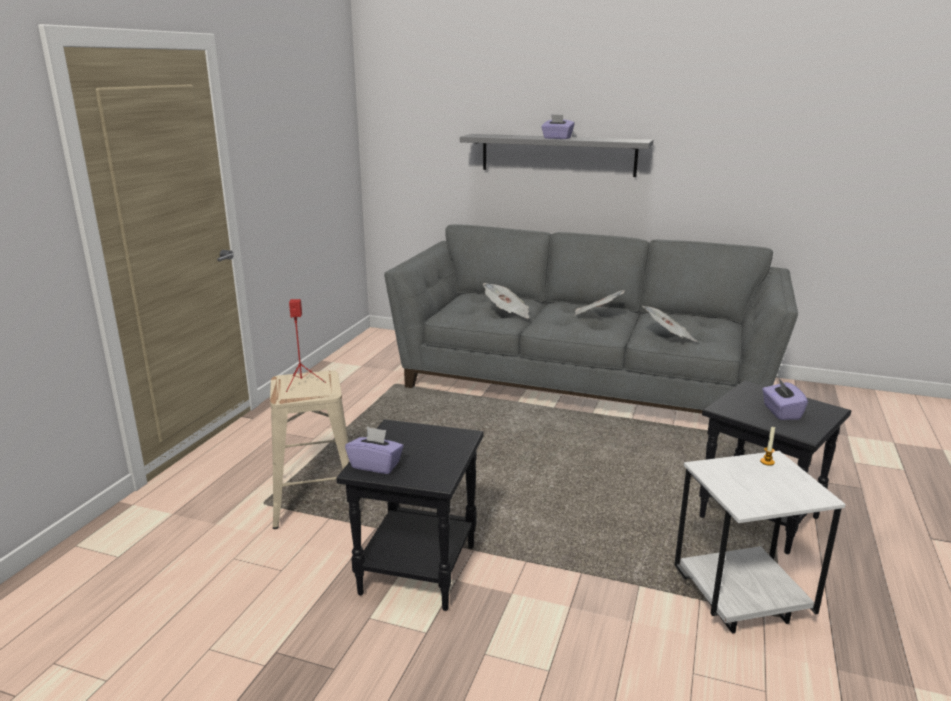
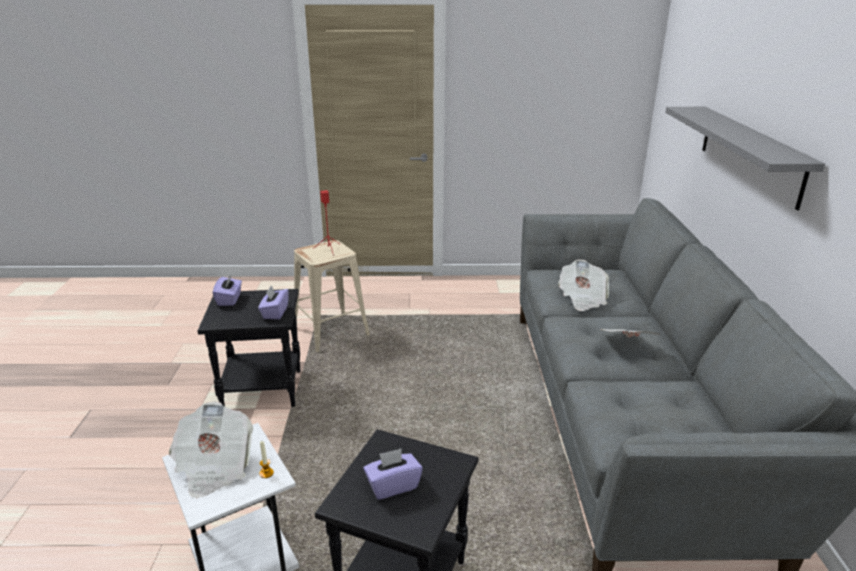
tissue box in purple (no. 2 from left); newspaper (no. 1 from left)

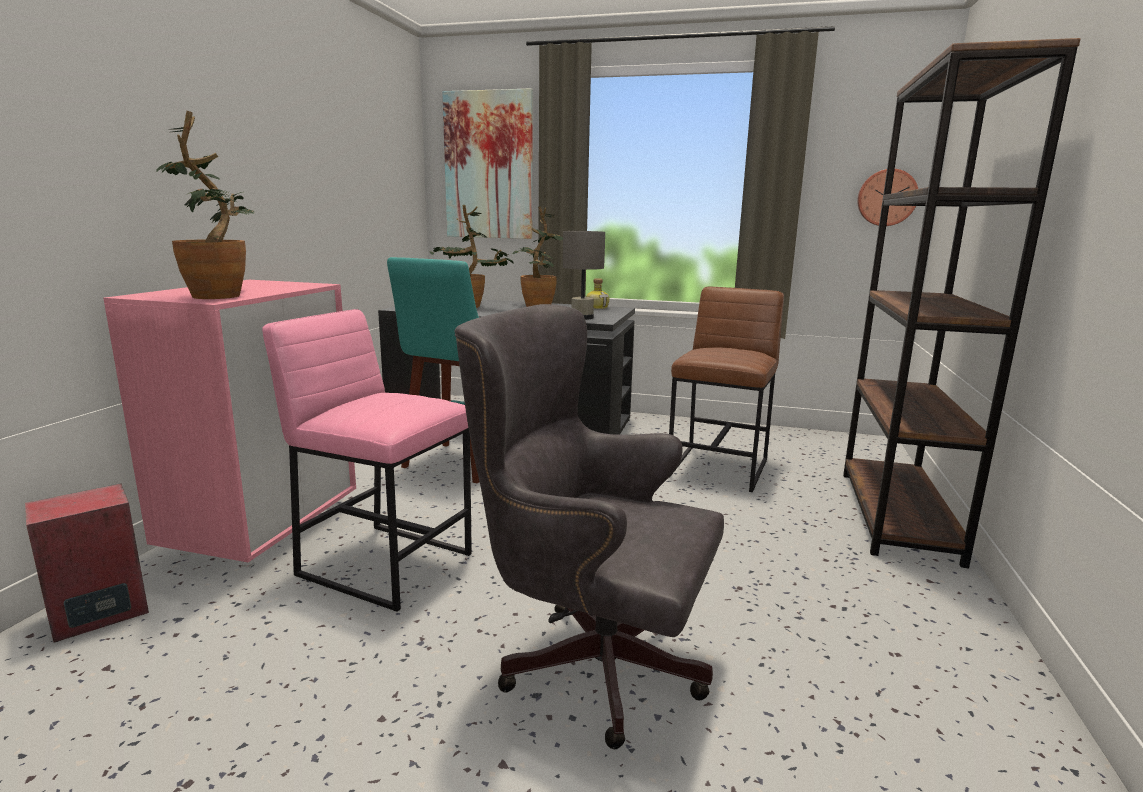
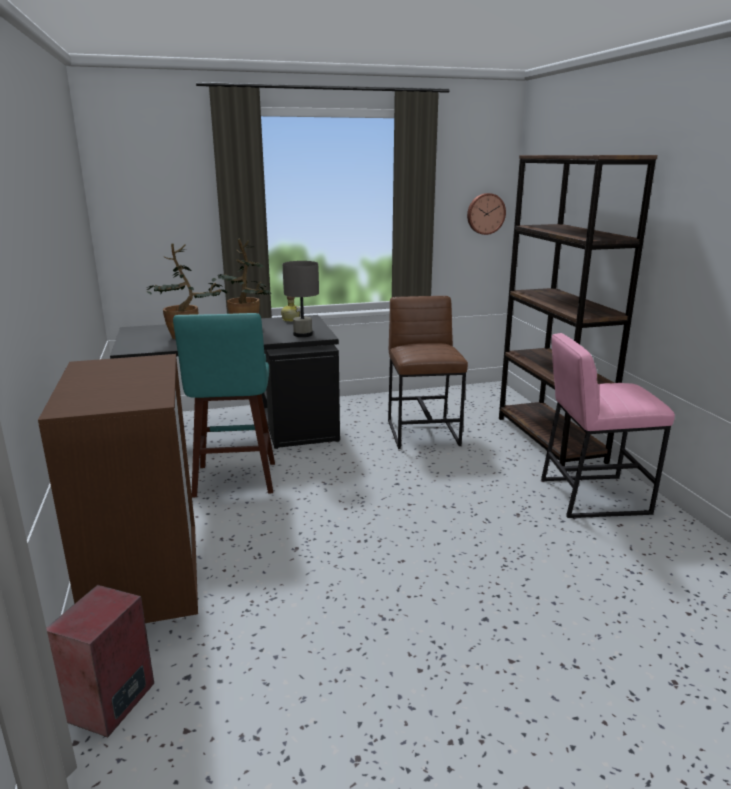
cabinet in brown; potted plant (no. 1 from left in the first image); chair in pink; picture; office chair in grey

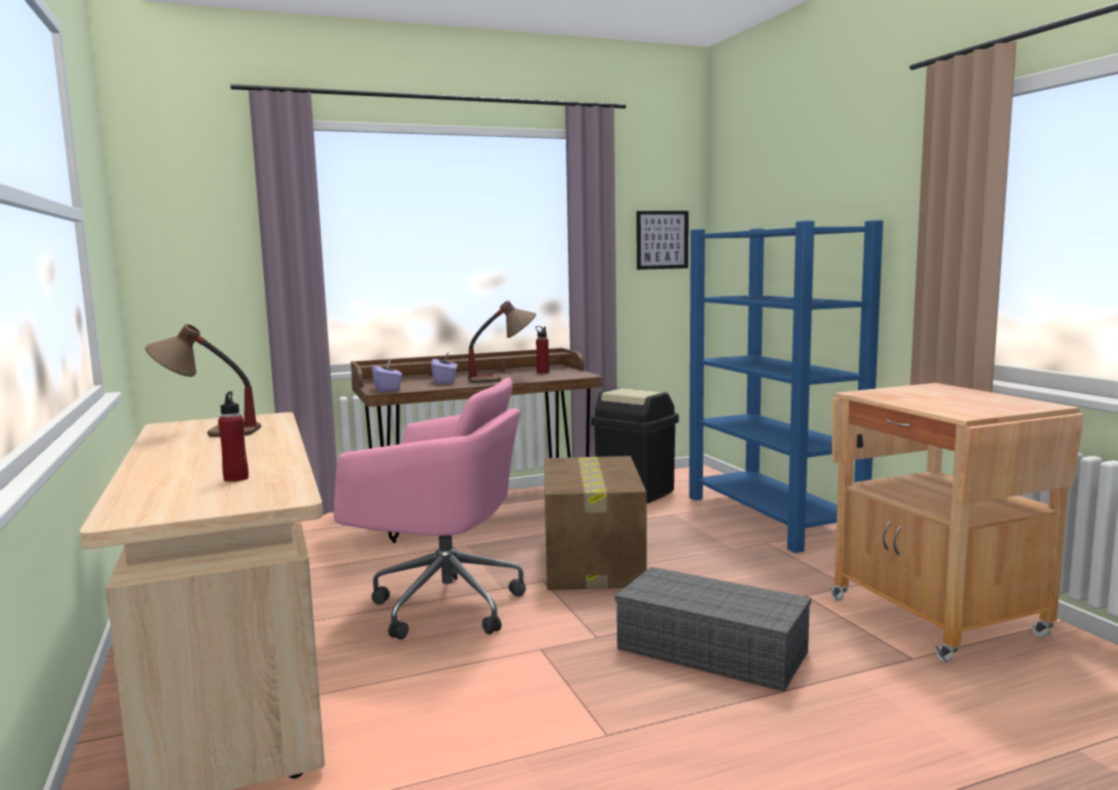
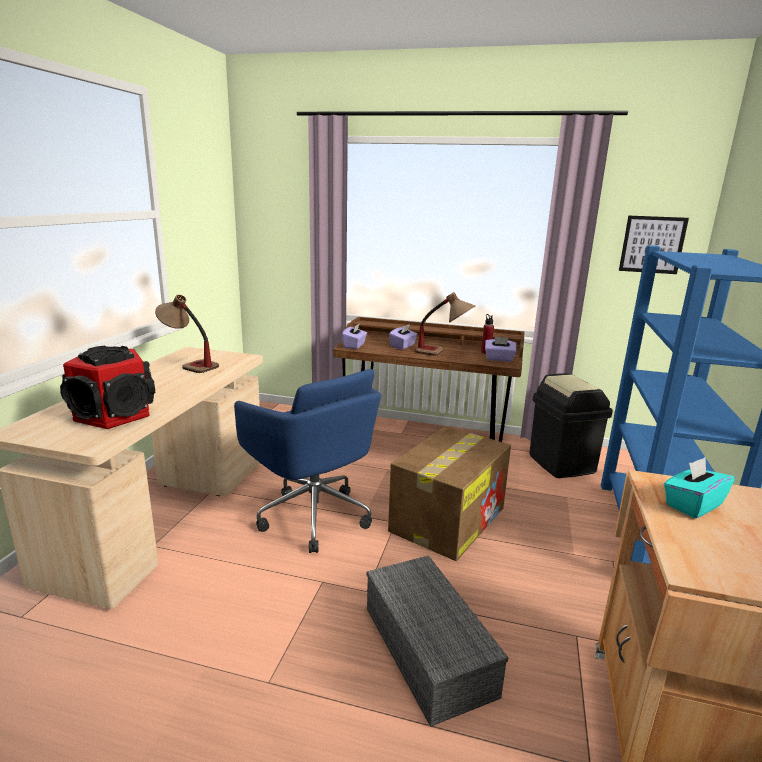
speaker; office chair in blue; tissue box in purple (no. 3 from left); tissue box in turquoise

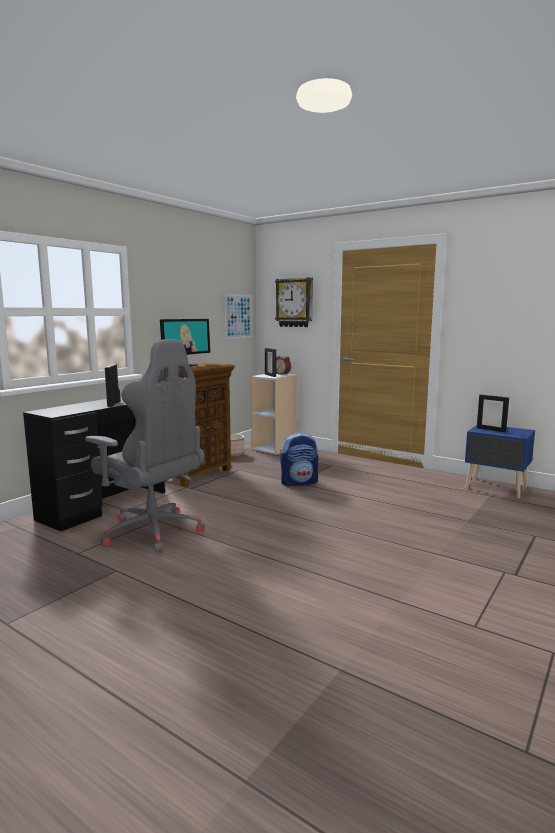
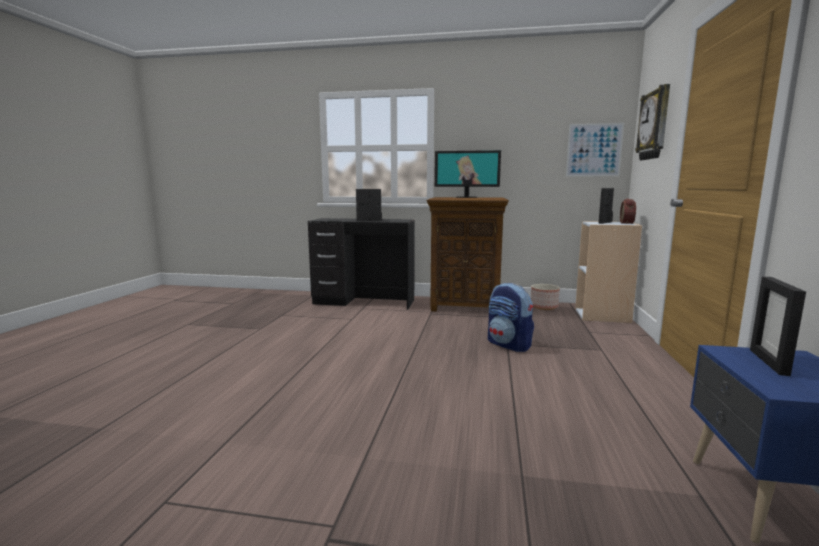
office chair in grey

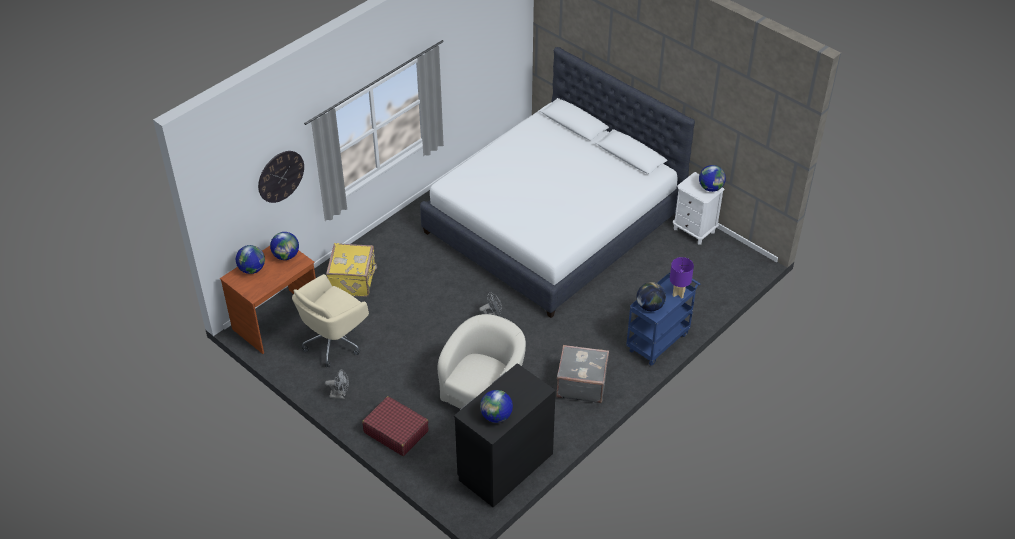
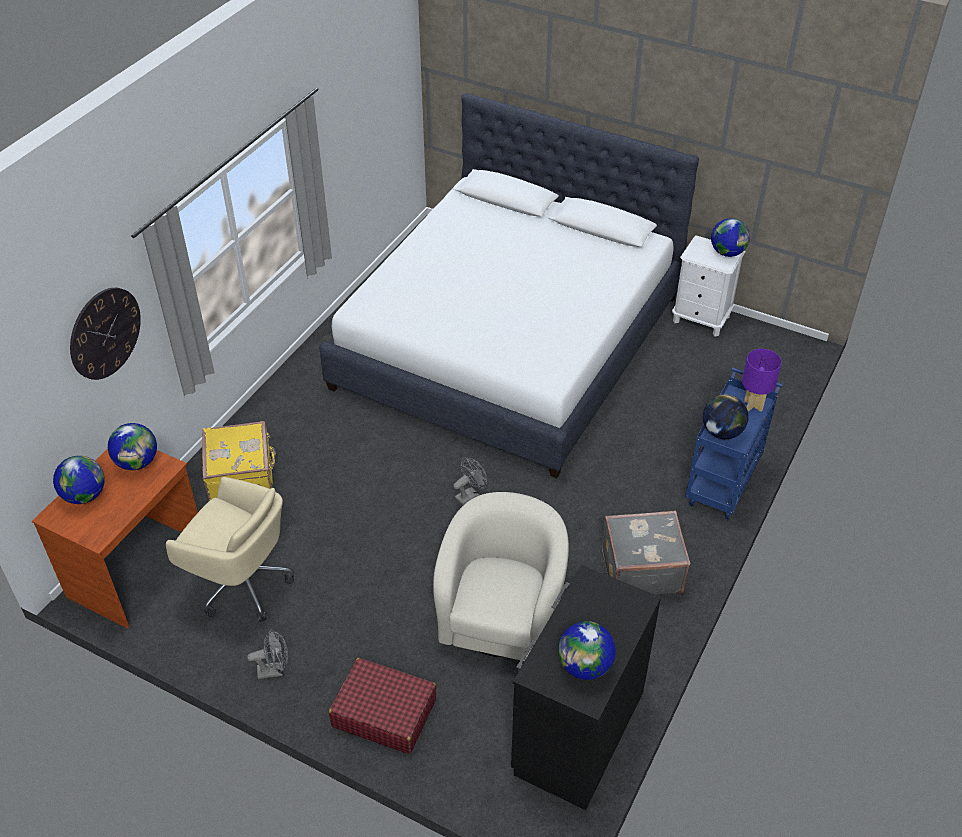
office chair in beige

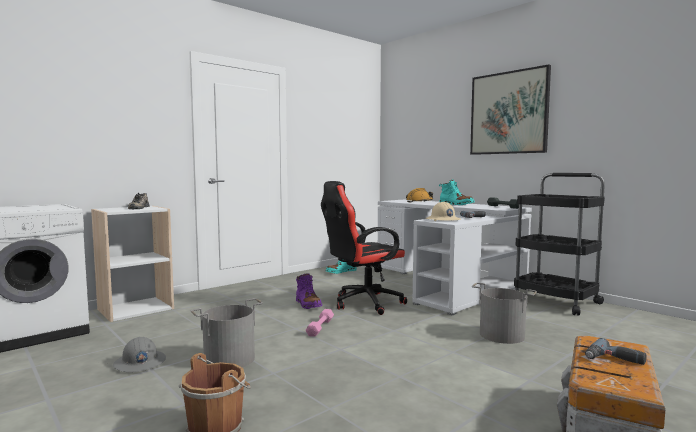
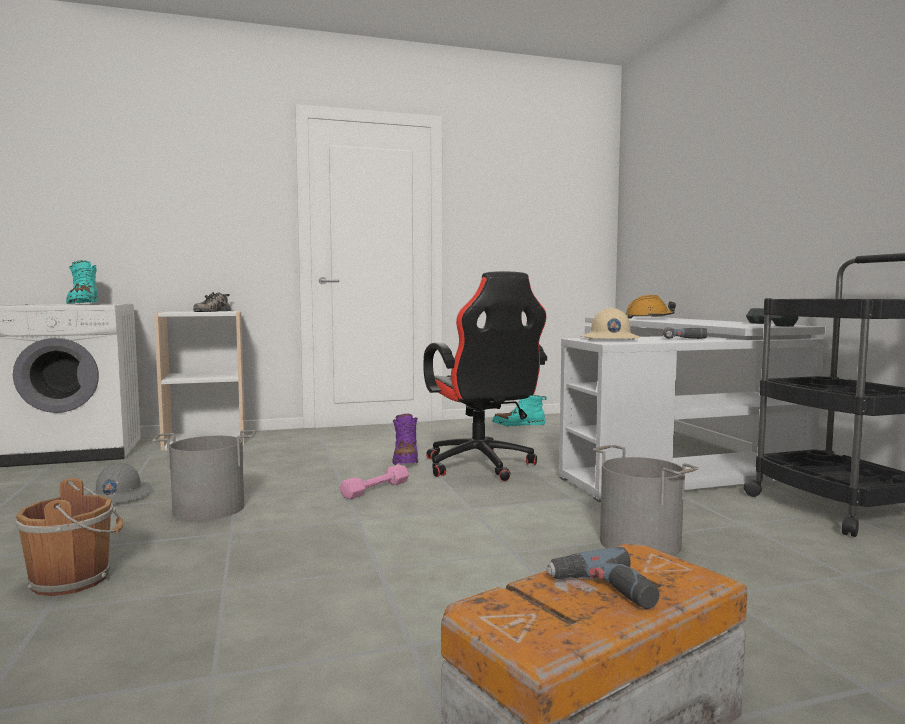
office chair in black; boot in turquoise (no. 1 from left); picture

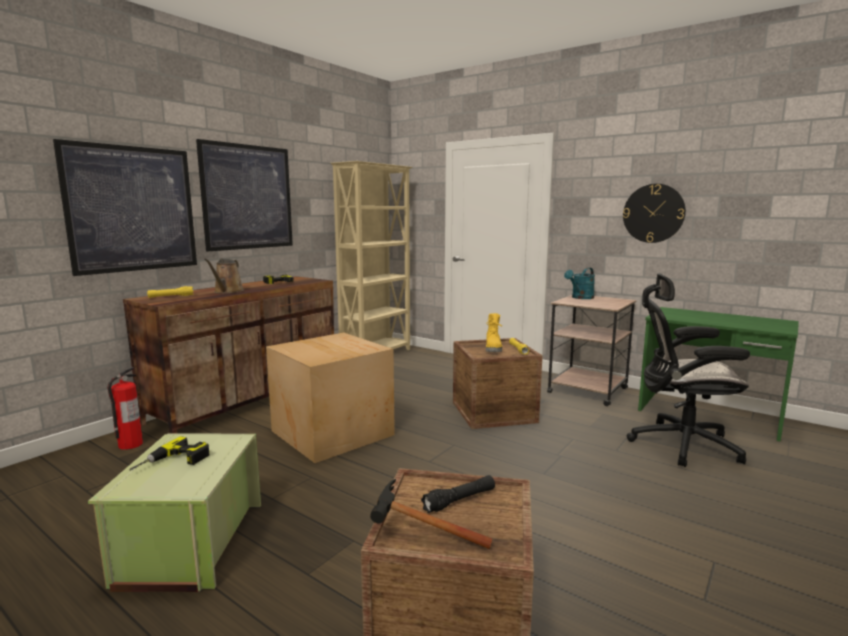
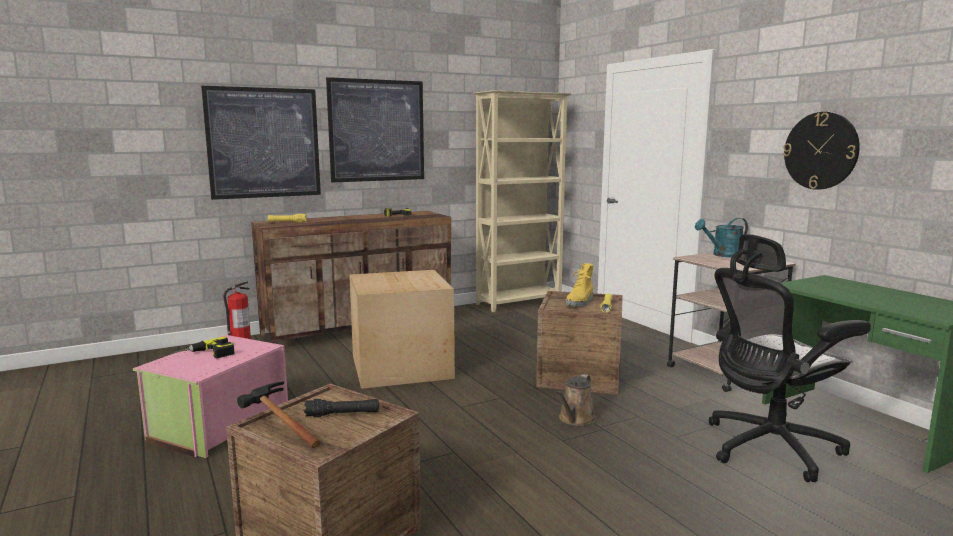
storage box in pink; watering can in brown; office chair

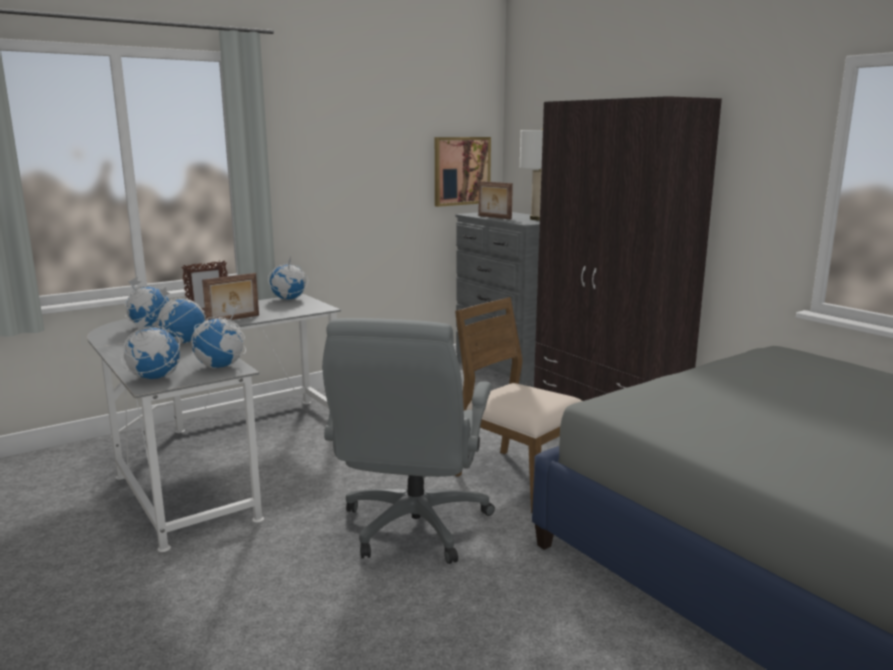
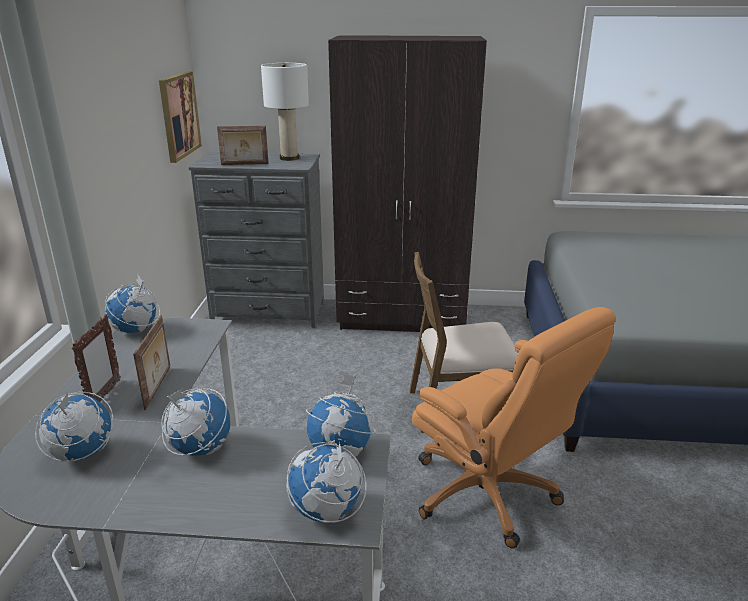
office chair in orange

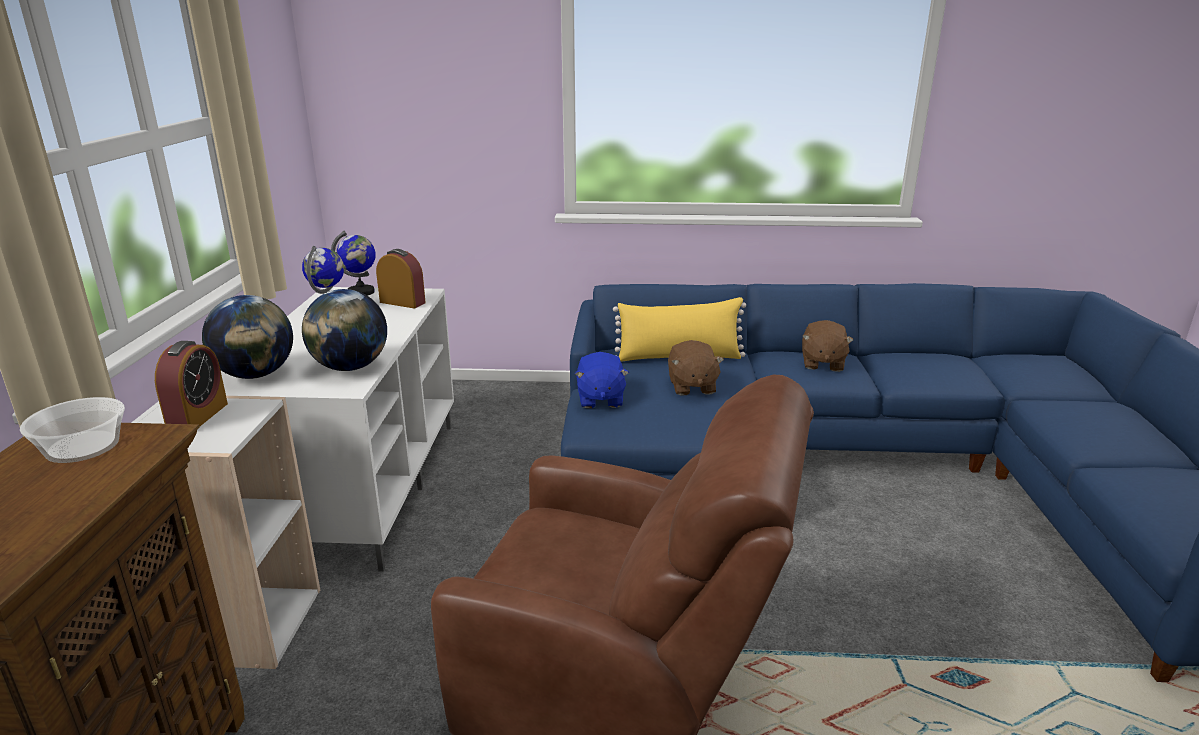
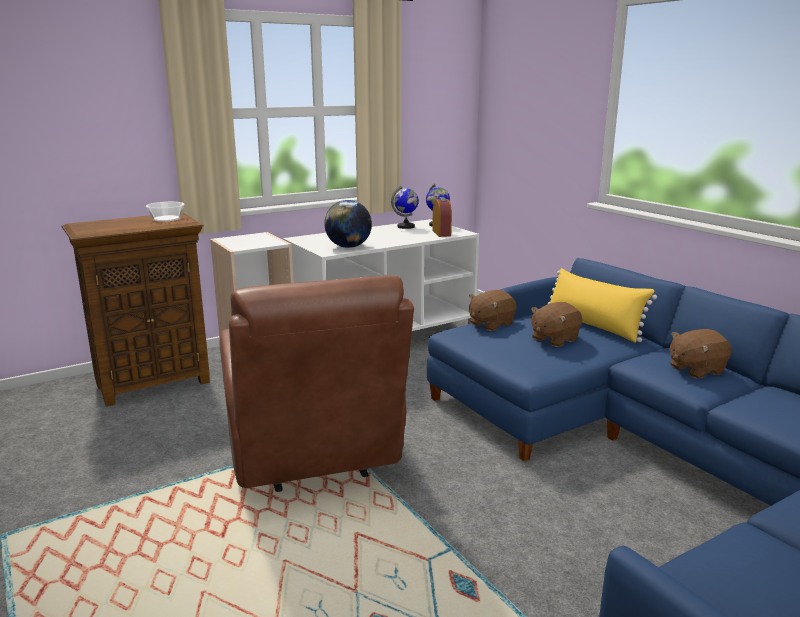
alarm clock (no. 1 from left in the first image); globe (no. 1 from left in the first image); plush toy in brown (no. 1 from left)

